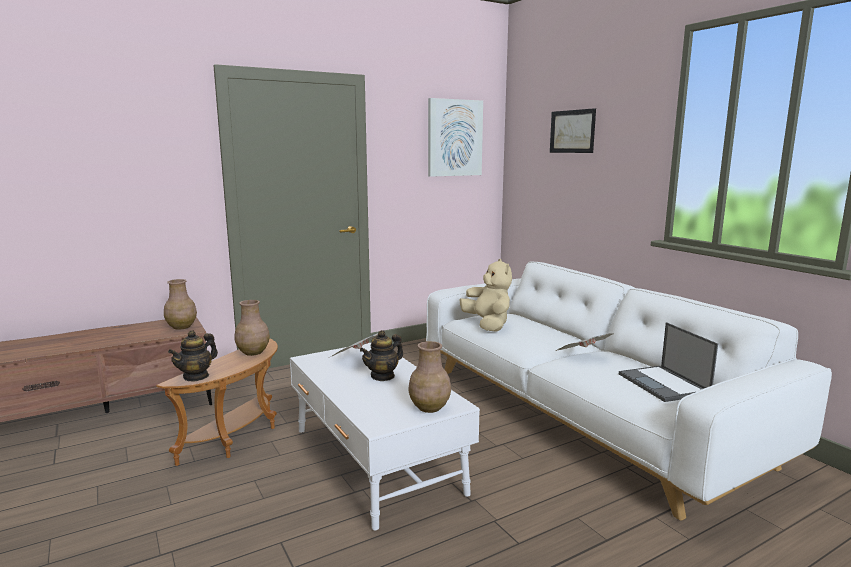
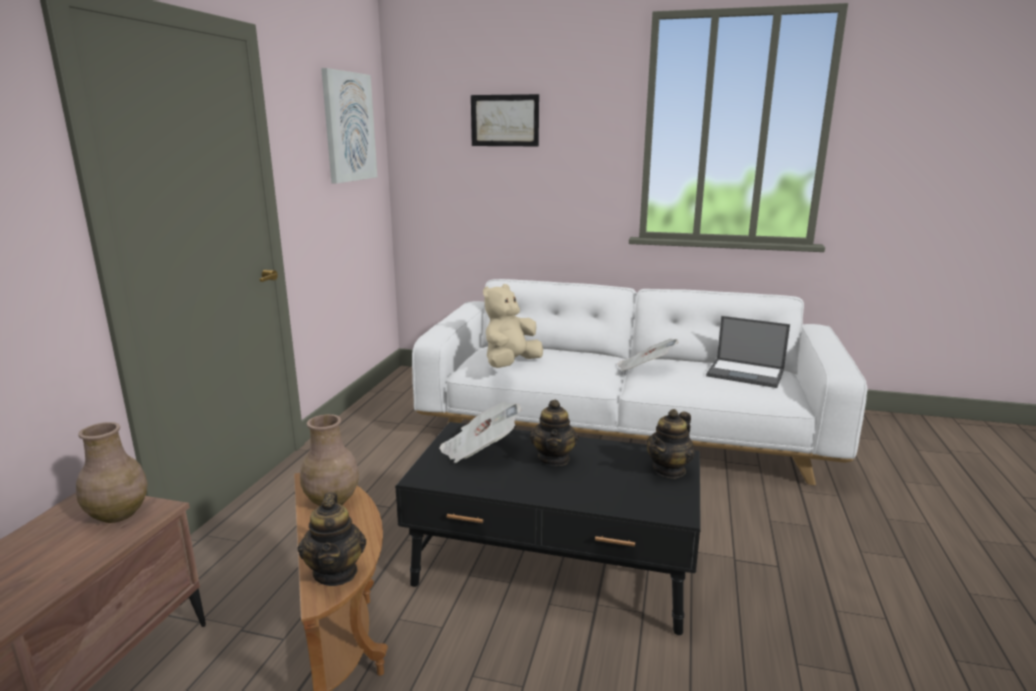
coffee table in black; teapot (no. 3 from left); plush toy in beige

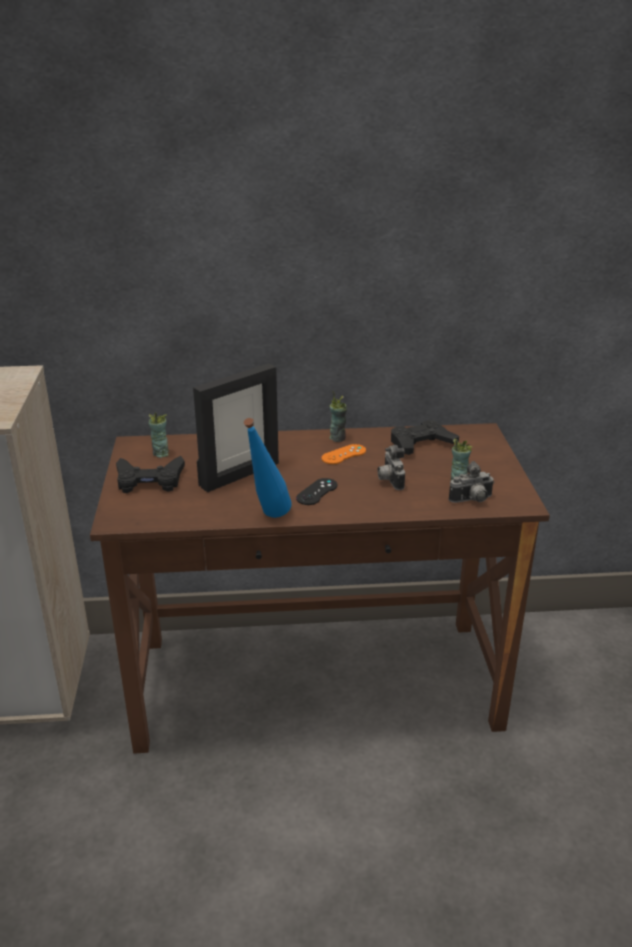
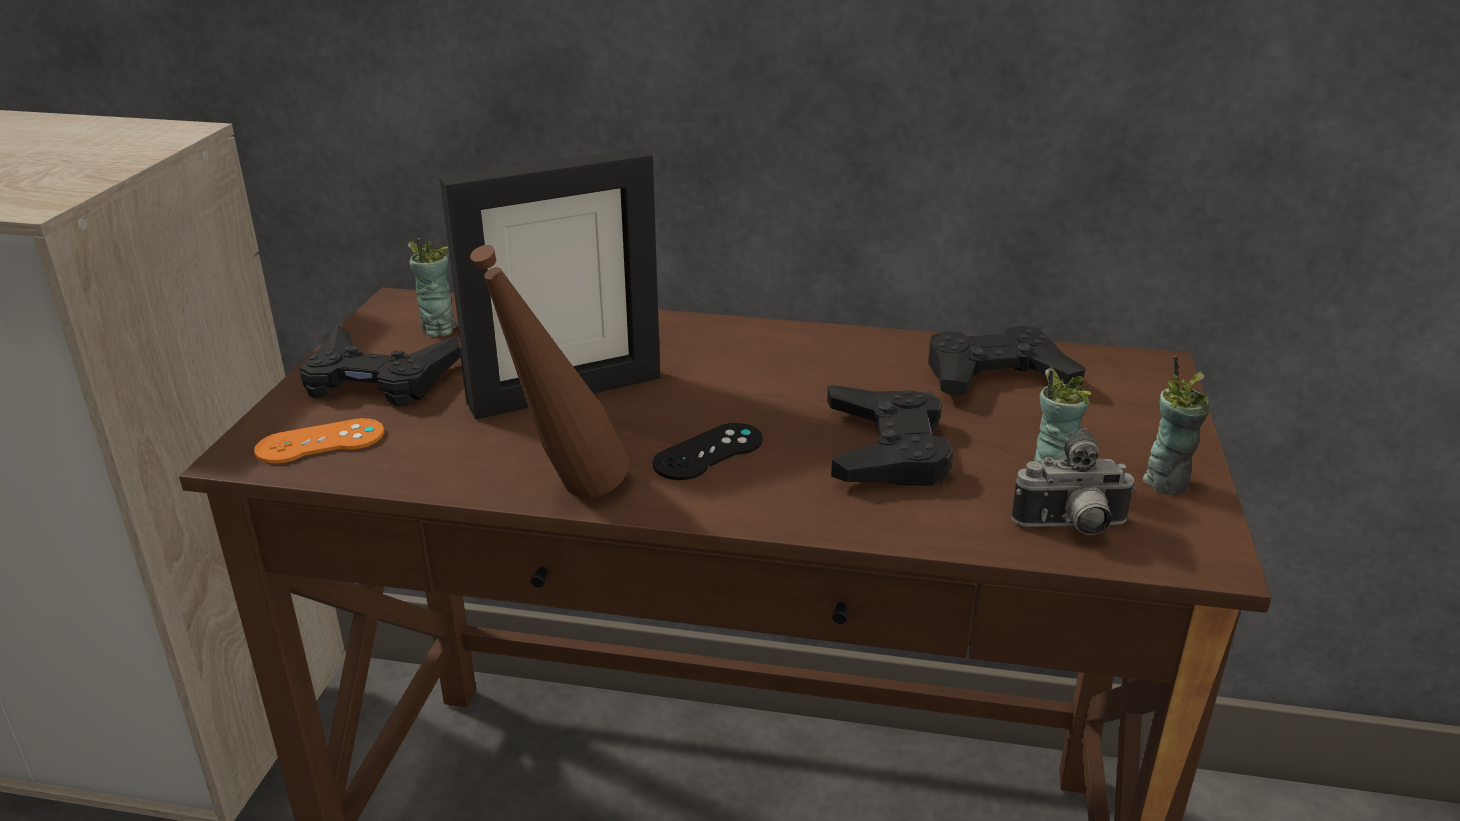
bottle in brown; game controller in orange; cup (no. 3 from left); game controller in black (no. 3 from left)

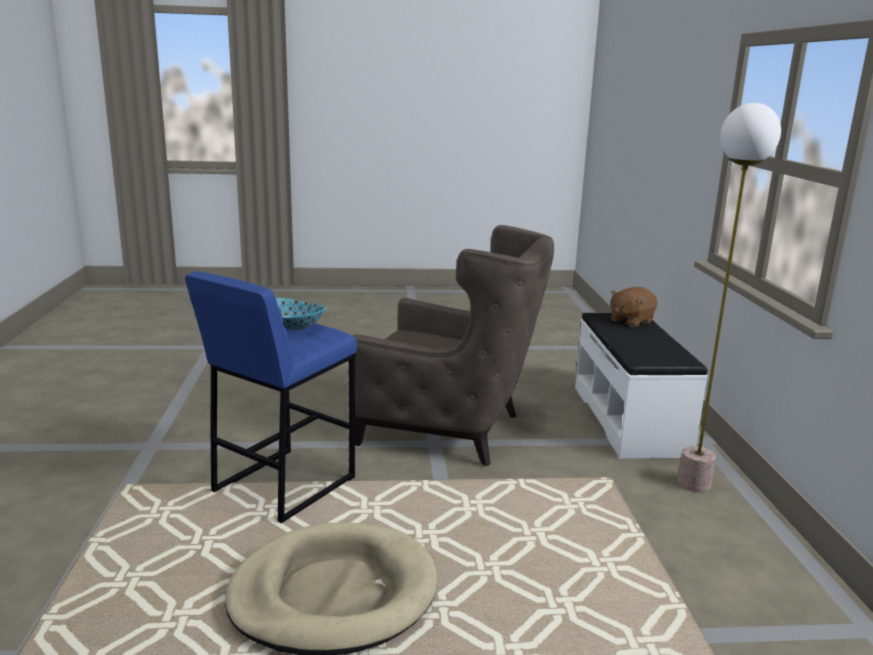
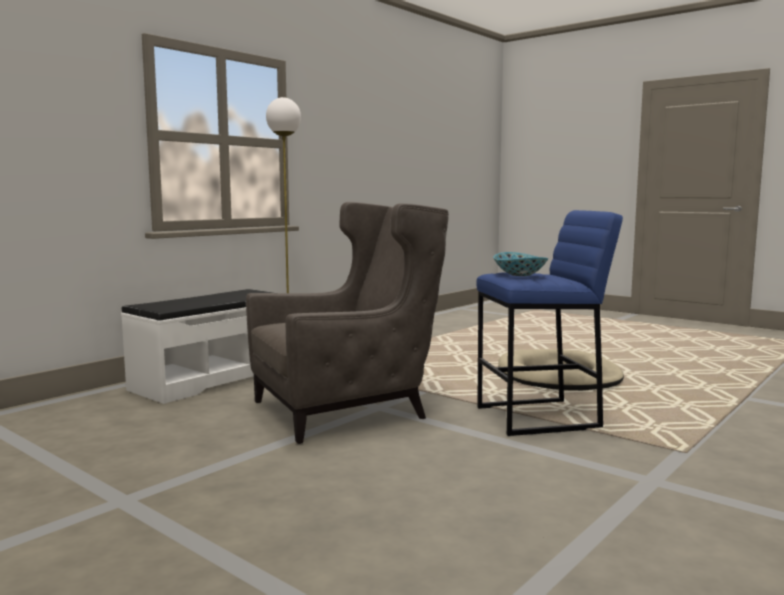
armchair in grey; plush toy in brown

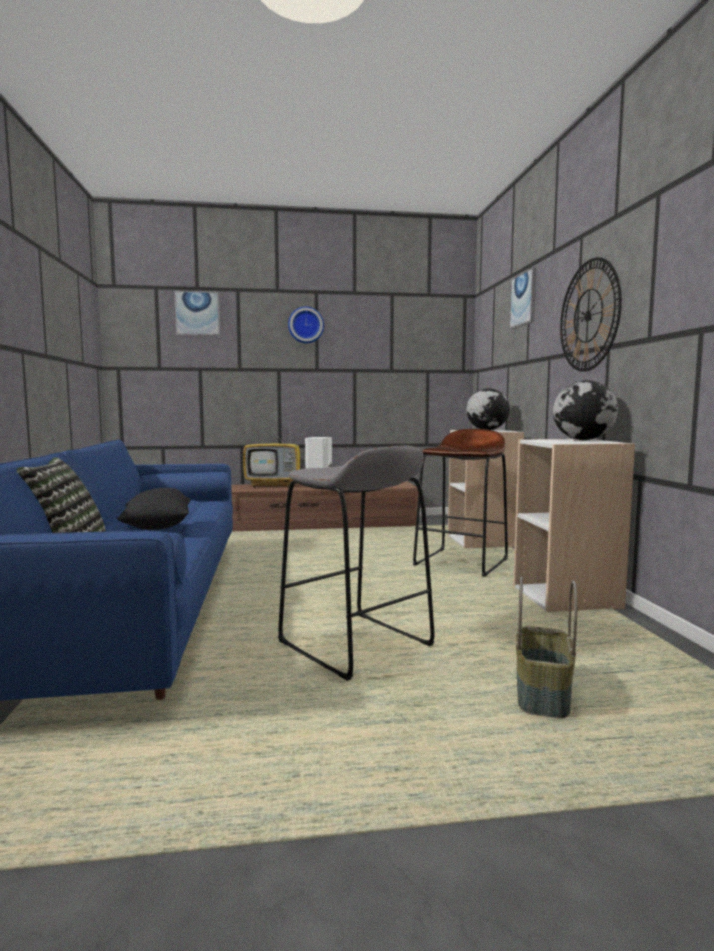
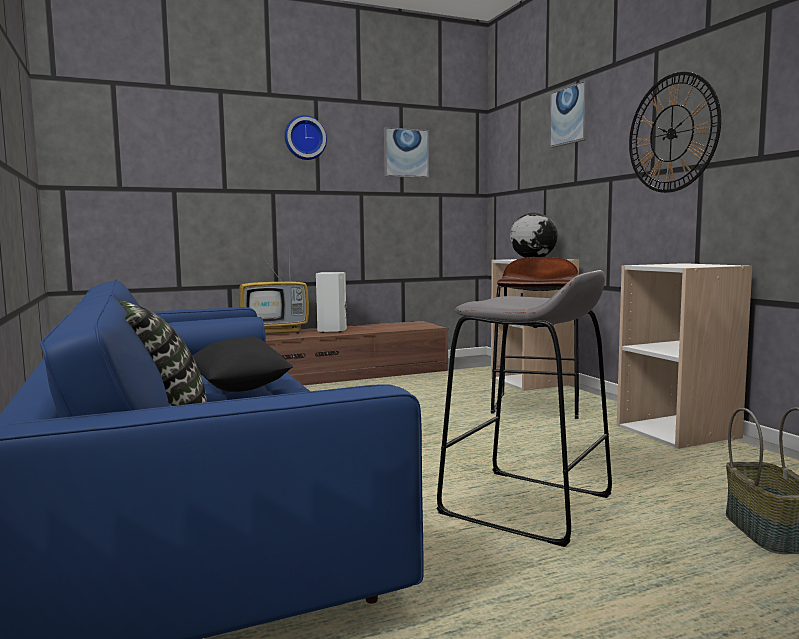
picture (no. 1 from left); globe (no. 2 from left in the first image)

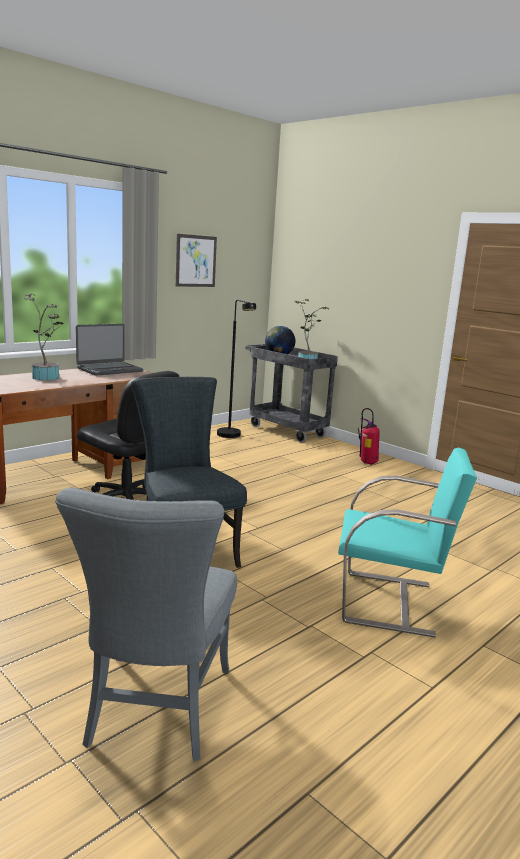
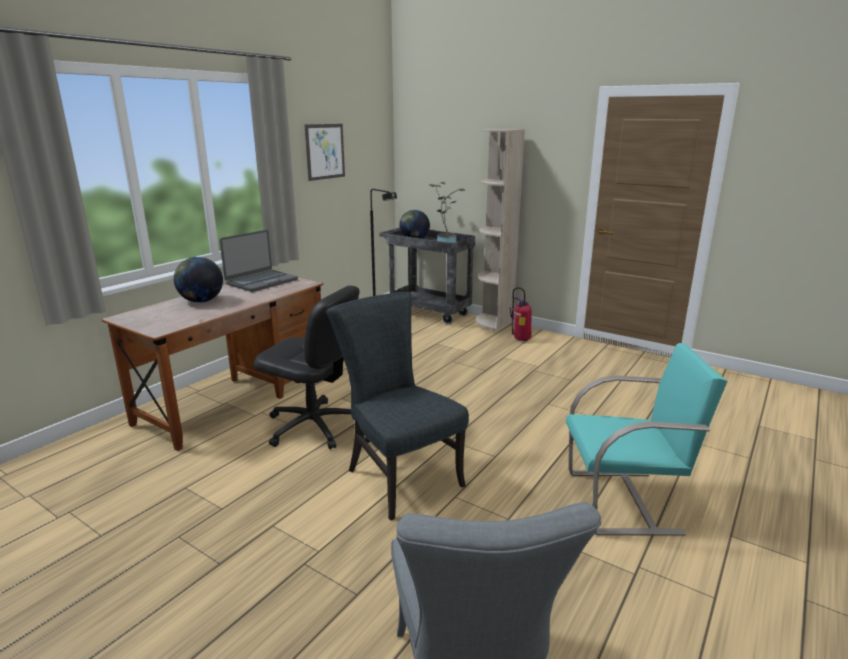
globe (no. 1 from left); bookcase in beige

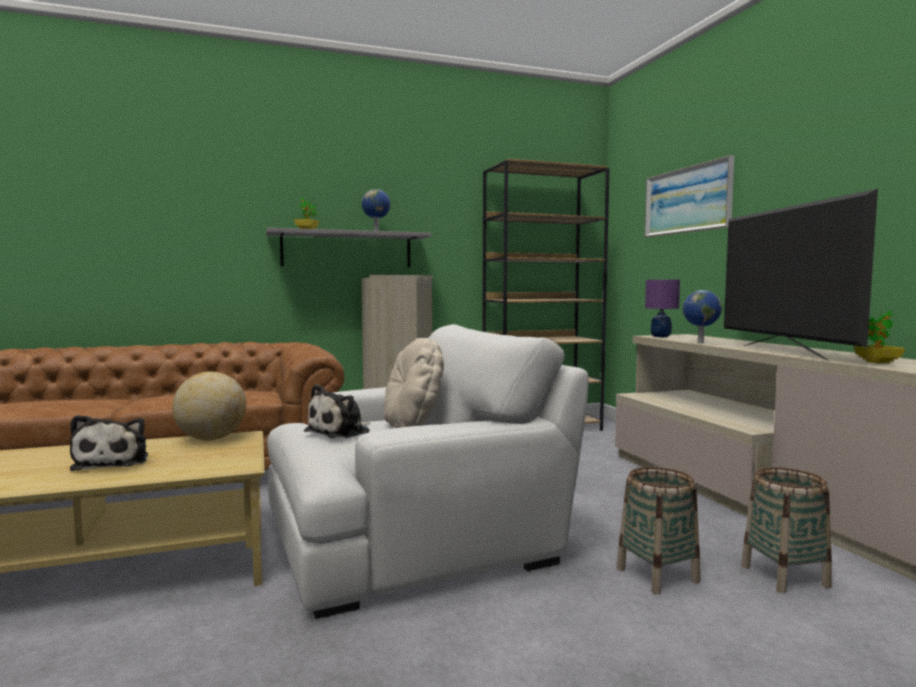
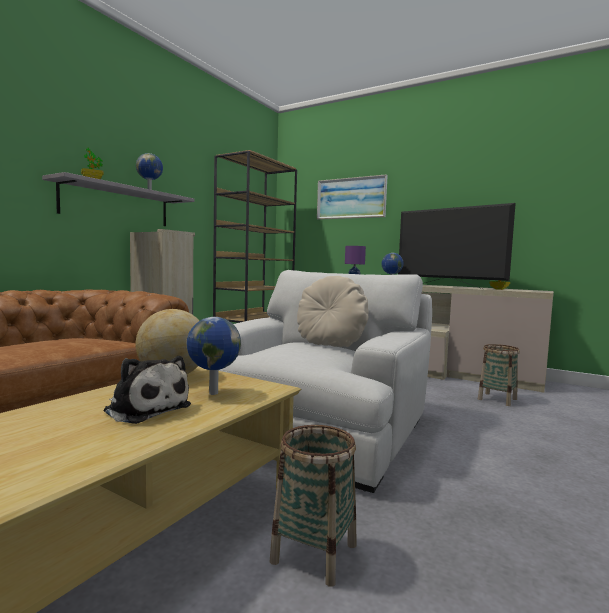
plush toy (no. 2 from left in the first image); basket (no. 1 from left); globe (no. 3 from left)

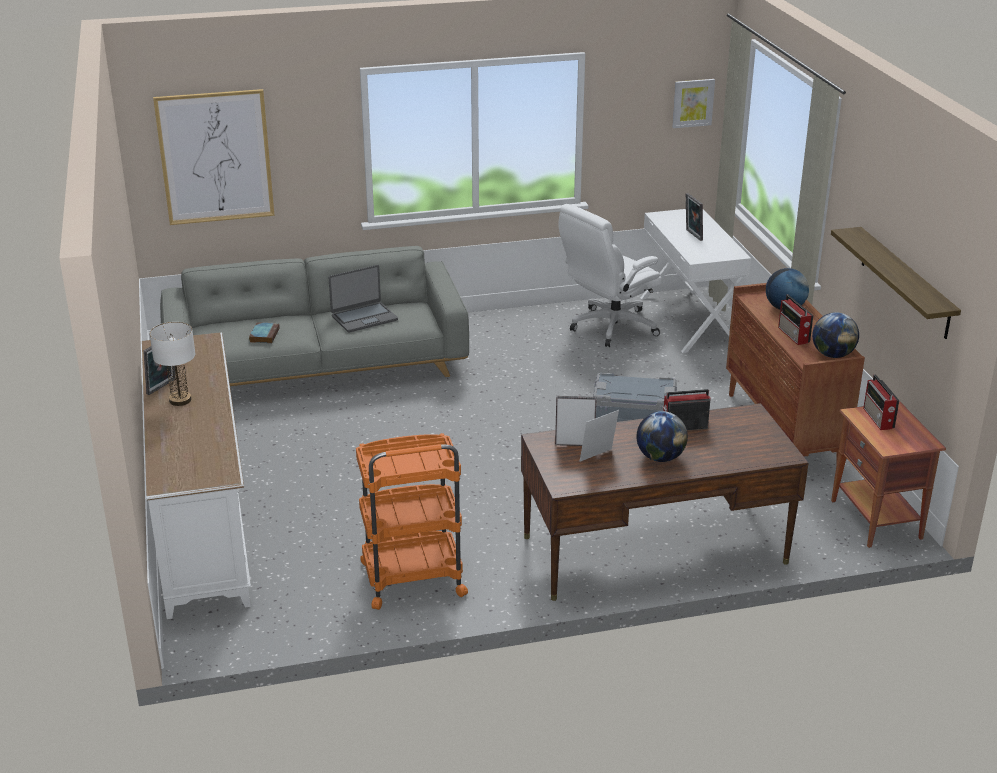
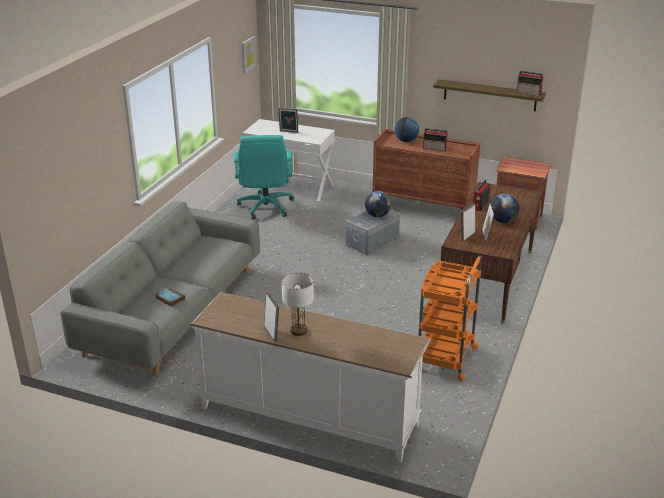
picture (no. 1 from left in the first image); laptop; office chair in turquoise; globe (no. 1 from left); radio (no. 3 from left)

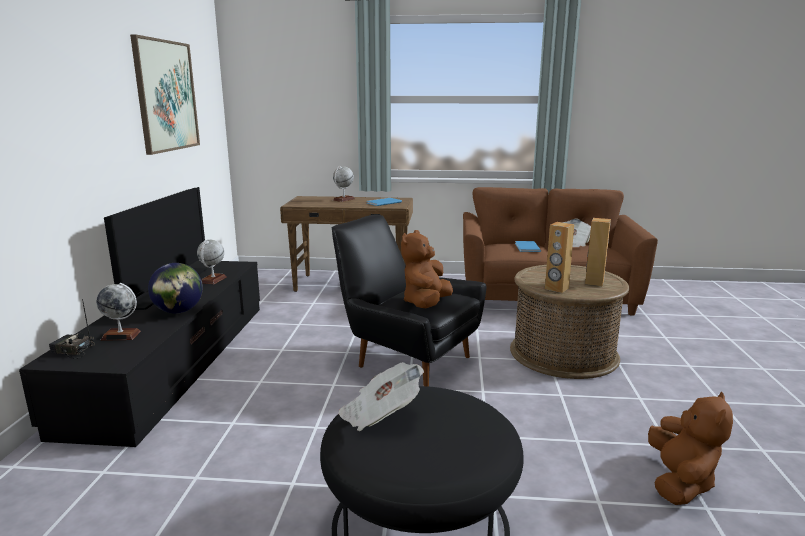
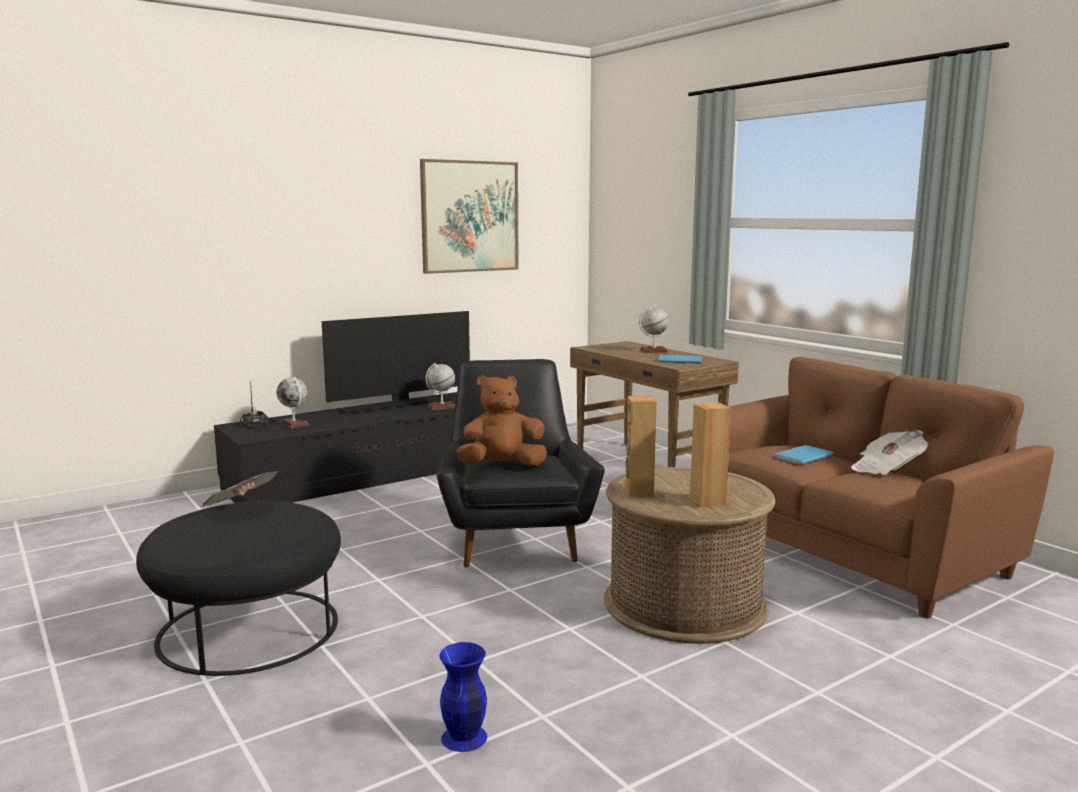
globe (no. 2 from left in the first image); vase in blue

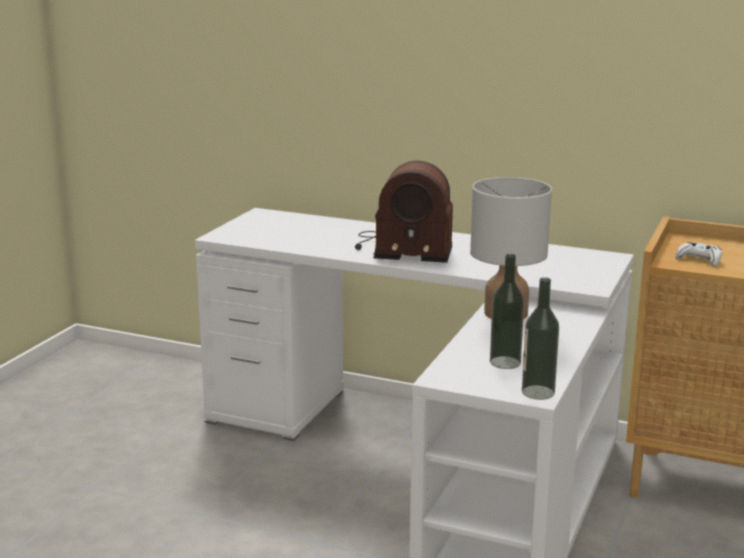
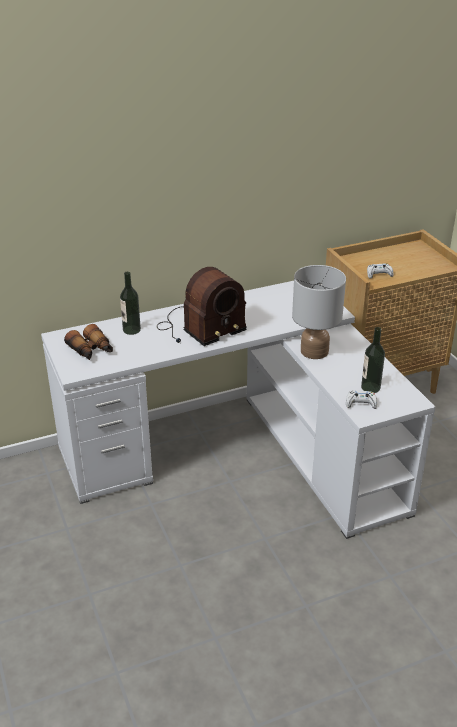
bottle (no. 1 from left); binoculars; game controller in white (no. 1 from left)

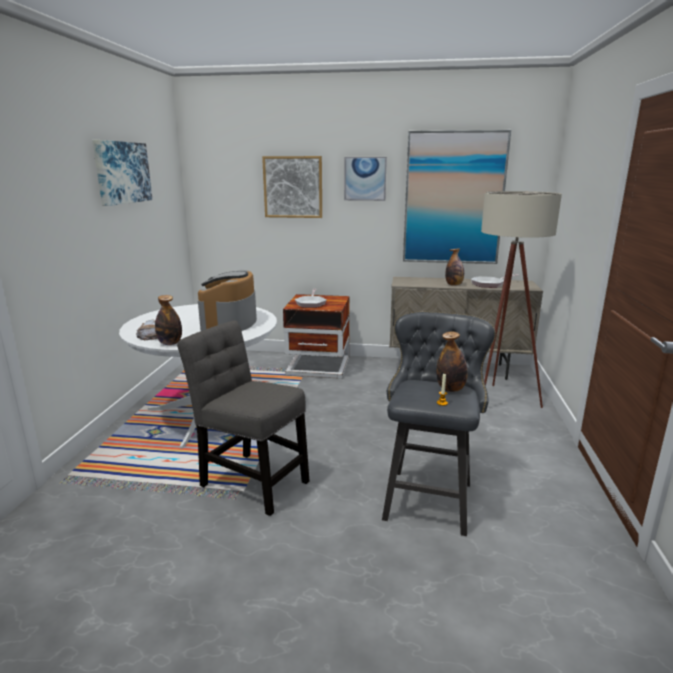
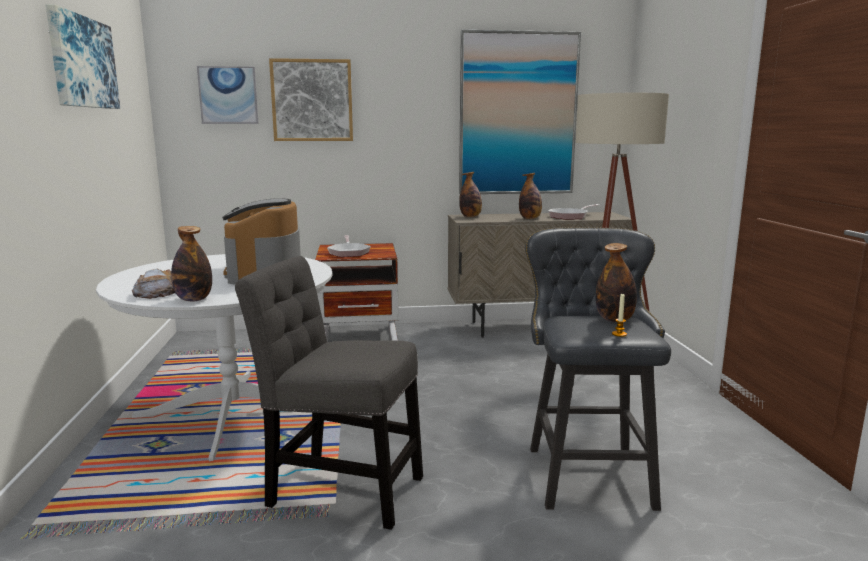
picture (no. 2 from left); bottle (no. 2 from left)

